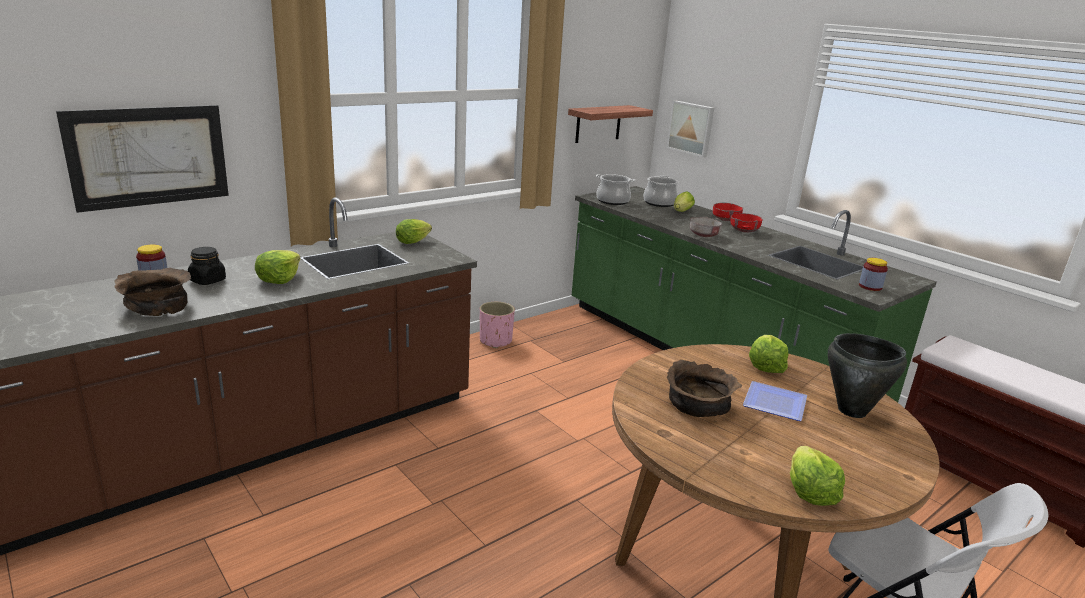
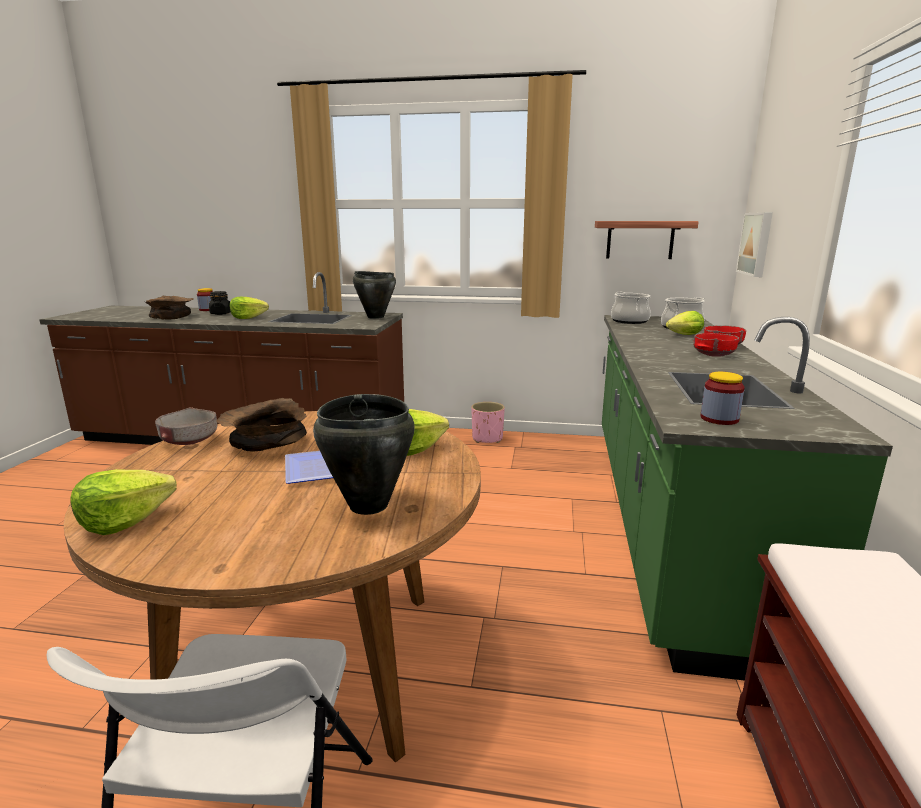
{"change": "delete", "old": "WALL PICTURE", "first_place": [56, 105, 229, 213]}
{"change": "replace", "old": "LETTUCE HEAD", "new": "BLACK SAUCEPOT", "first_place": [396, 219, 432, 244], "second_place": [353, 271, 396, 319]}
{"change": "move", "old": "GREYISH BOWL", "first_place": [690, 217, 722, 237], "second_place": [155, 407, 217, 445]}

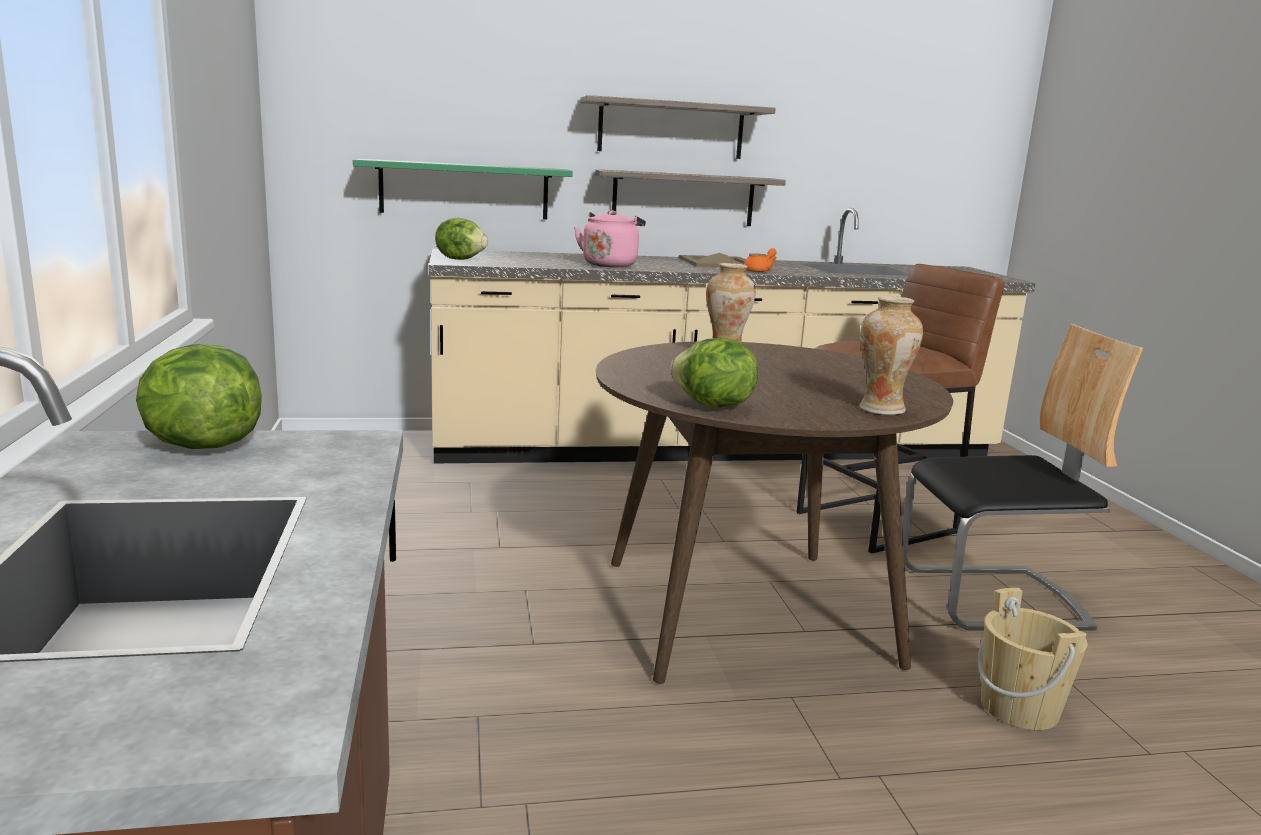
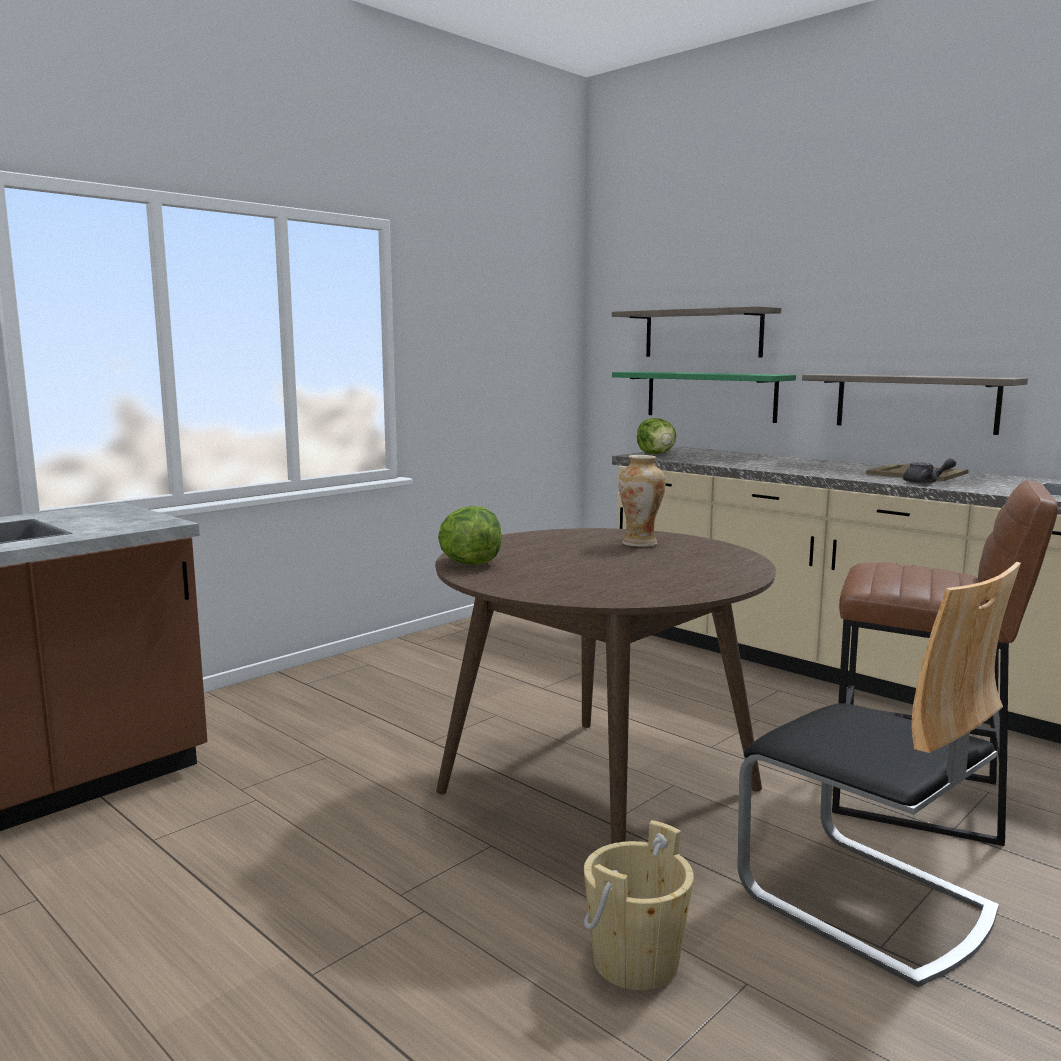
{"change": "delete", "old": "LETTUCE HEAD", "first_place": [136, 344, 262, 449]}
{"change": "delete", "old": "PINK TEA KETTLE", "first_place": [574, 210, 646, 267]}
{"change": "move", "old": "SHELF", "first_place": [580, 95, 776, 159], "second_place": [612, 306, 781, 357]}
{"change": "recolor", "old": "ORANGE-COLOURED TEA POT", "new": "GREYISH TEA POT", "first_place": [744, 248, 777, 272], "second_place": [903, 458, 956, 484]}
{"change": "delete", "old": "FLOWER VASE", "first_place": [860, 296, 923, 415]}

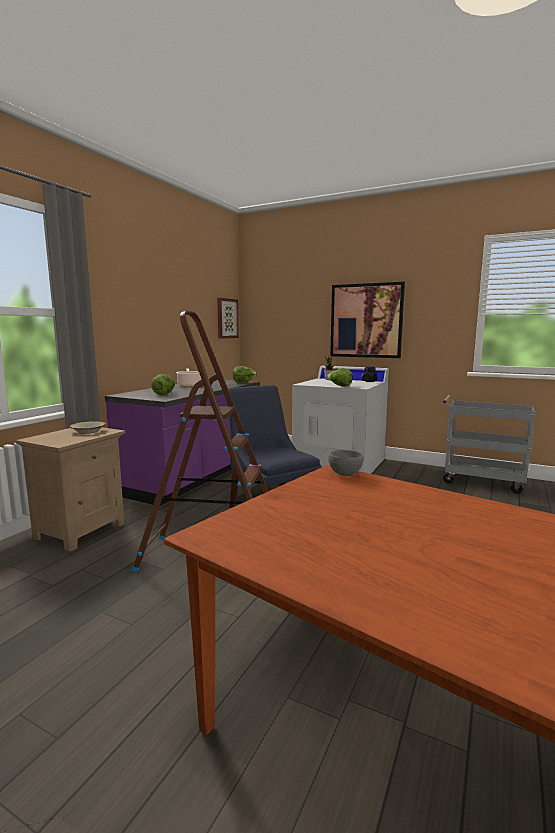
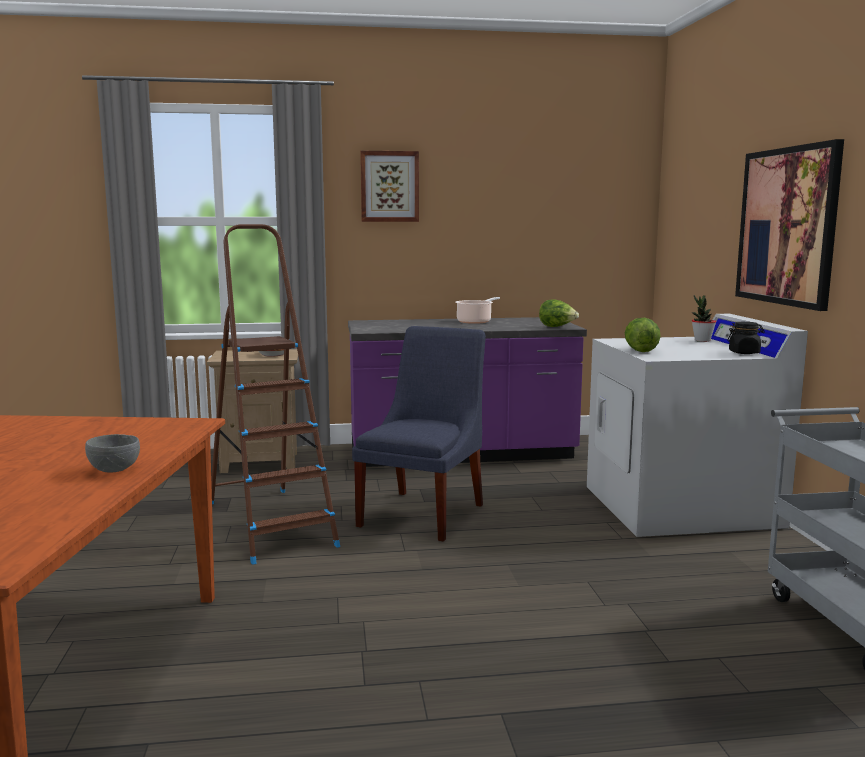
{"change": "delete", "old": "LETTUCE HEAD", "first_place": [151, 374, 175, 395]}
{"change": "move", "old": "WALL PICTURE", "first_place": [217, 298, 239, 339], "second_place": [360, 151, 419, 222]}
{"change": "move", "old": "GREYISH BOWL", "first_place": [329, 450, 364, 476], "second_place": [85, 434, 140, 473]}

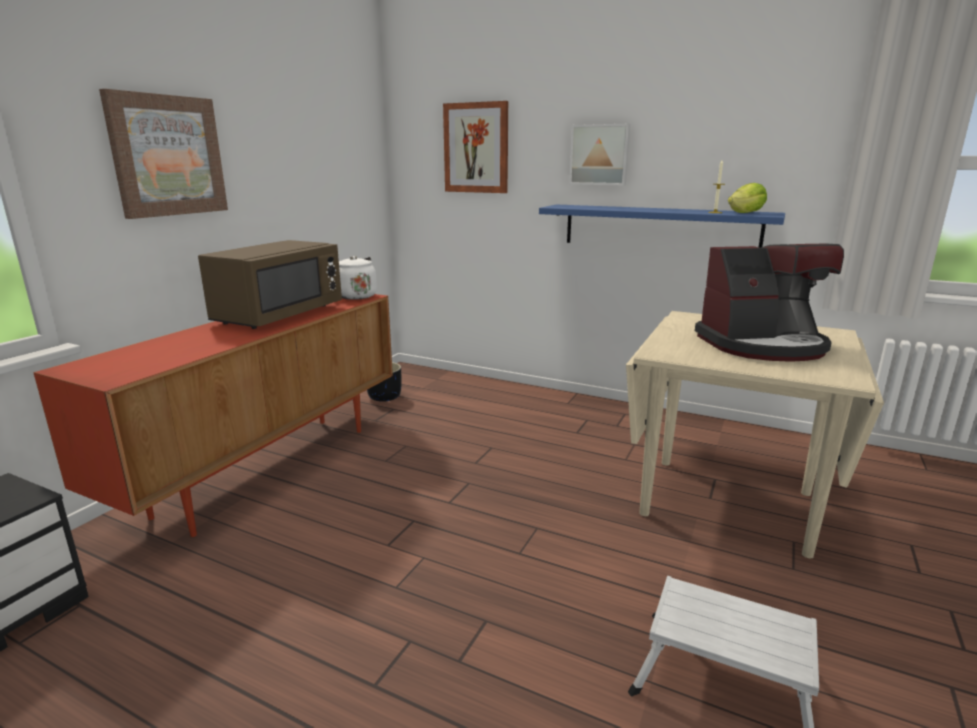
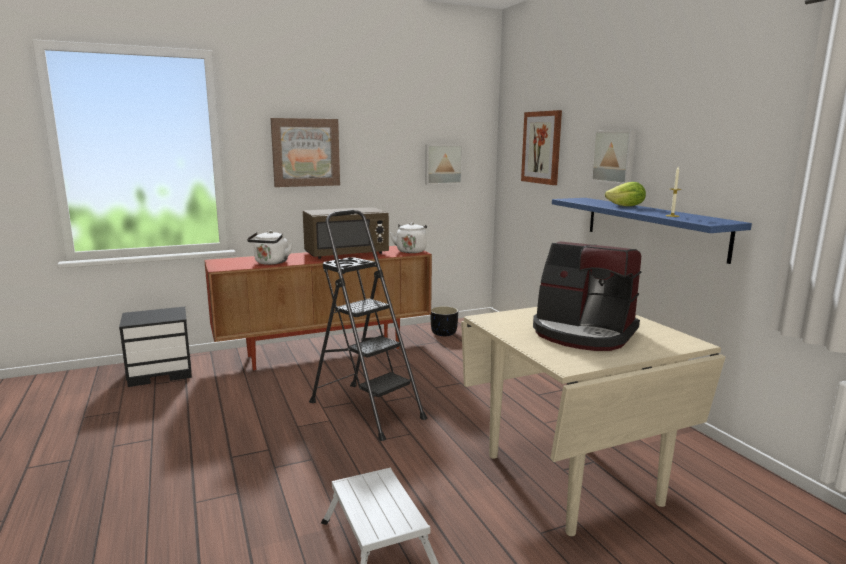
{"change": "move", "old": "LETTUCE HEAD", "first_place": [728, 183, 767, 213], "second_place": [605, 182, 646, 206]}
{"change": "insert", "new": "WHITE-COLOURED TEA KETTLE", "second_place": [247, 231, 293, 265]}
{"change": "insert", "new": "STEP STOOL", "second_place": [309, 210, 427, 441]}
{"change": "insert", "new": "WALL PICTURE", "second_place": [425, 144, 463, 185]}

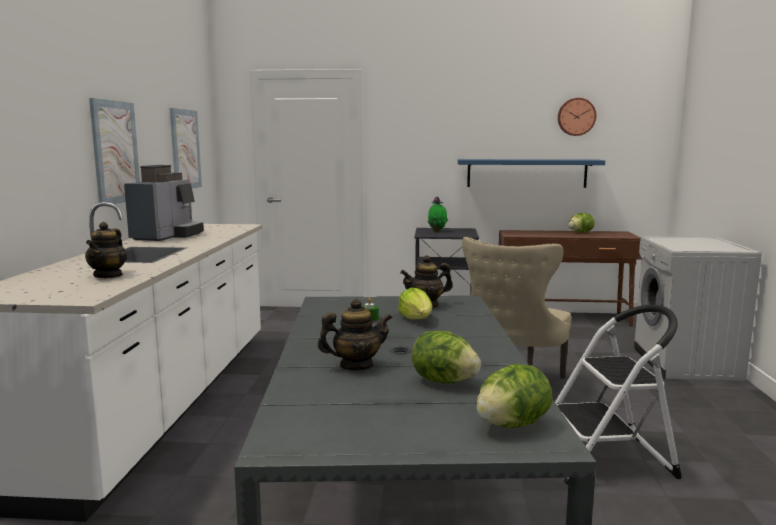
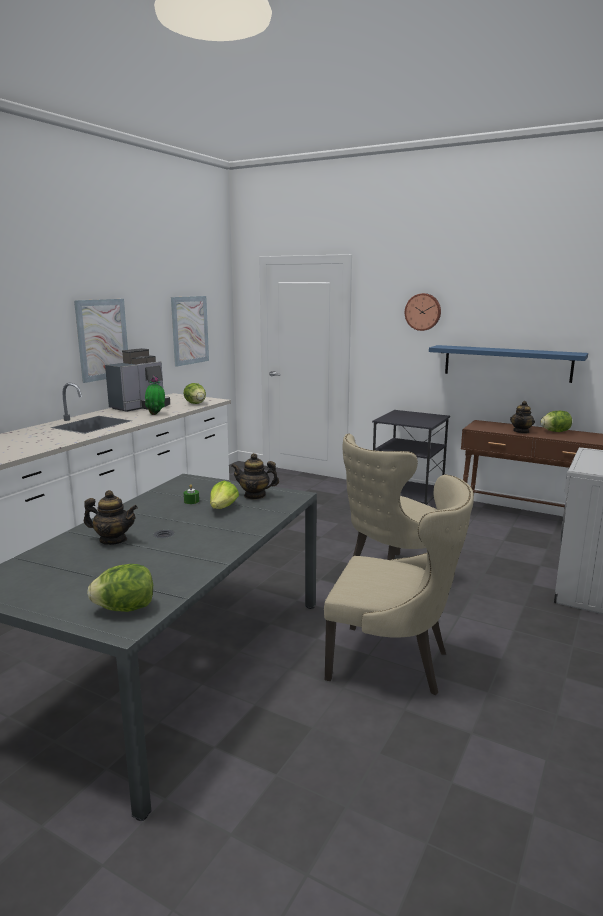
{"change": "move", "old": "TEA POT", "first_place": [85, 222, 127, 278], "second_place": [510, 401, 535, 434]}
{"change": "move", "old": "LETTUCE HEAD", "first_place": [412, 331, 481, 384], "second_place": [183, 383, 206, 404]}
{"change": "move", "old": "POTTED PLANT", "first_place": [428, 197, 448, 232], "second_place": [145, 375, 165, 415]}
{"change": "replace", "old": "STEP STOOL", "new": "BEIGE-COLOURED PLAIN CHAIR", "first_place": [555, 305, 682, 485], "second_place": [324, 474, 474, 695]}
{"change": "move", "old": "CLOCK ON THE WALL", "first_place": [558, 98, 596, 136], "second_place": [405, 293, 441, 331]}

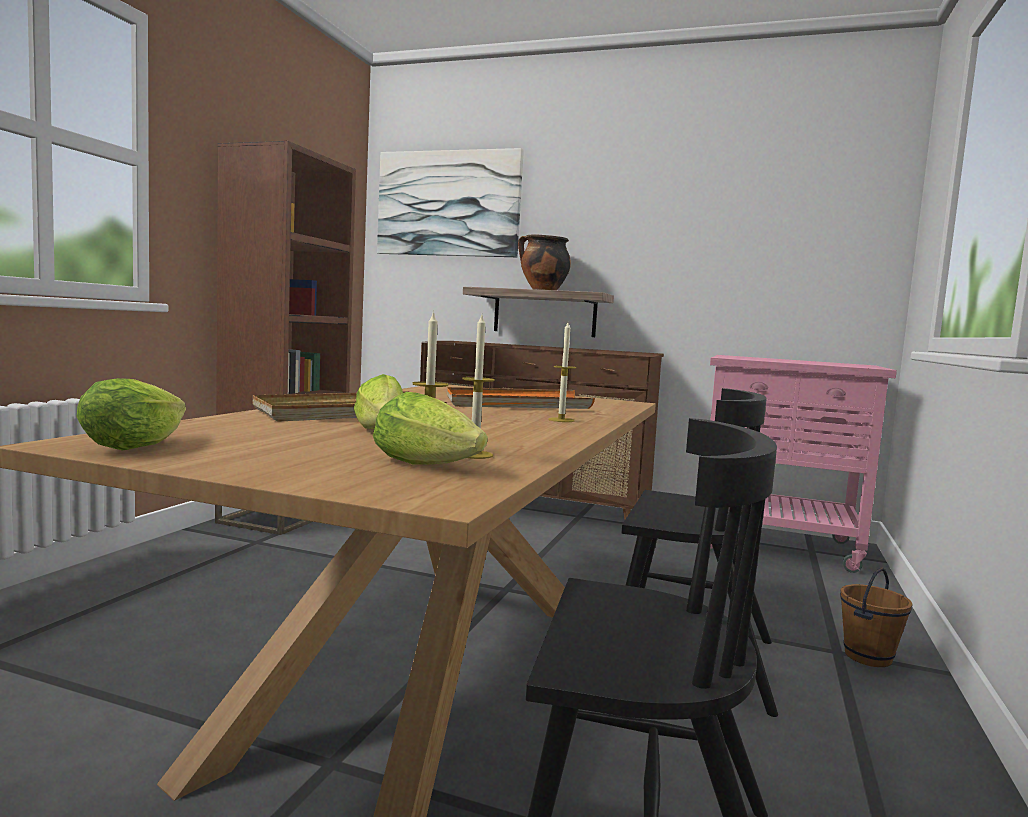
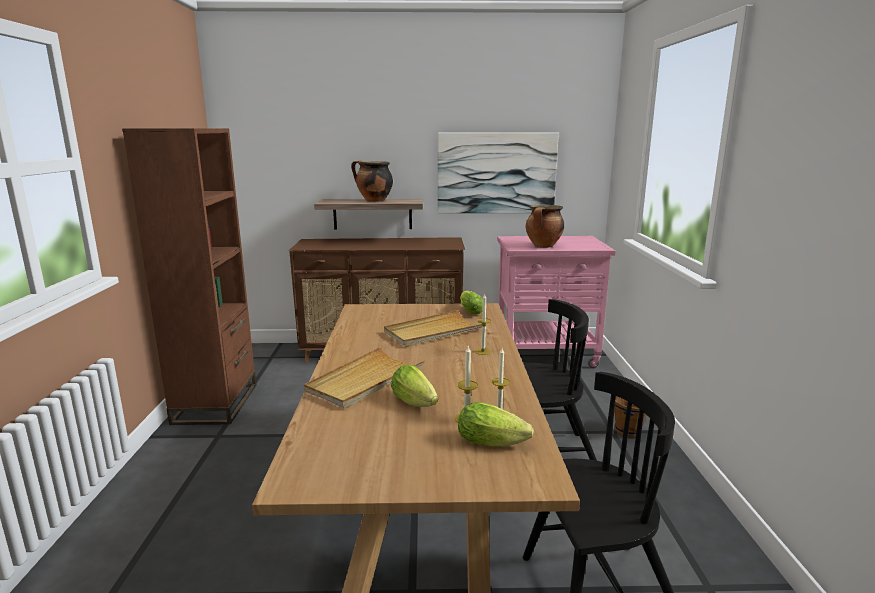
{"change": "move", "old": "LETTUCE HEAD", "first_place": [77, 378, 186, 451], "second_place": [460, 291, 483, 315]}
{"change": "move", "old": "WALL PICTURE", "first_place": [377, 148, 524, 257], "second_place": [438, 132, 559, 213]}
{"change": "recolor", "old": "ORANGE-COLOURED CARRYING TRAY", "new": "BEIGE-COLOURED CARRYING TRAY", "first_place": [447, 387, 595, 409], "second_place": [384, 310, 482, 347]}
{"change": "insert", "new": "SAUCEPOT", "second_place": [526, 205, 564, 248]}

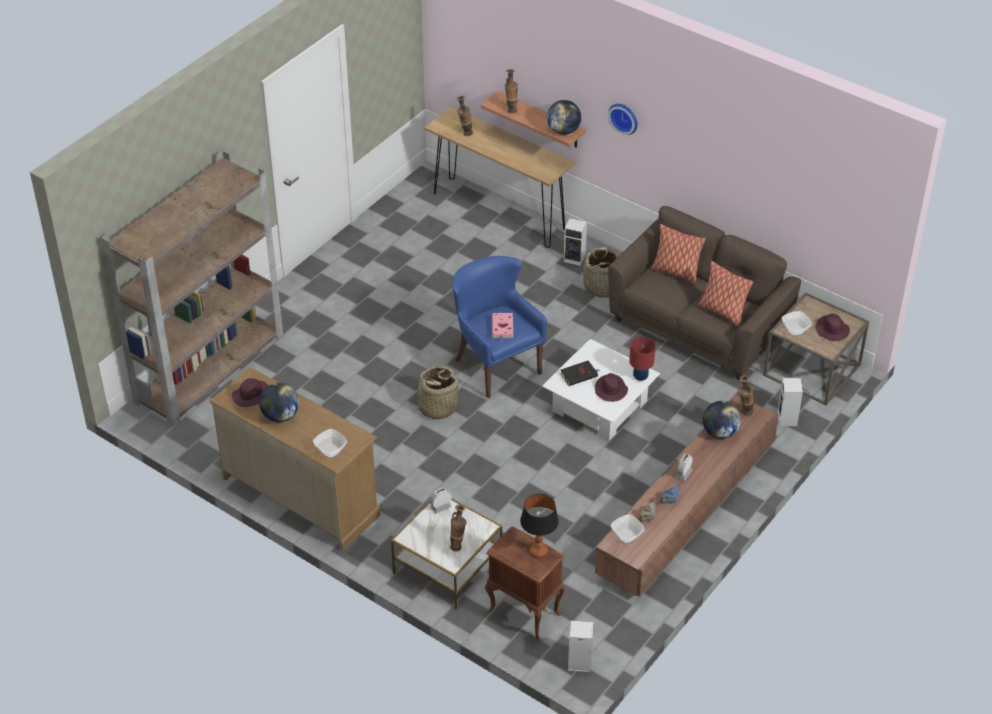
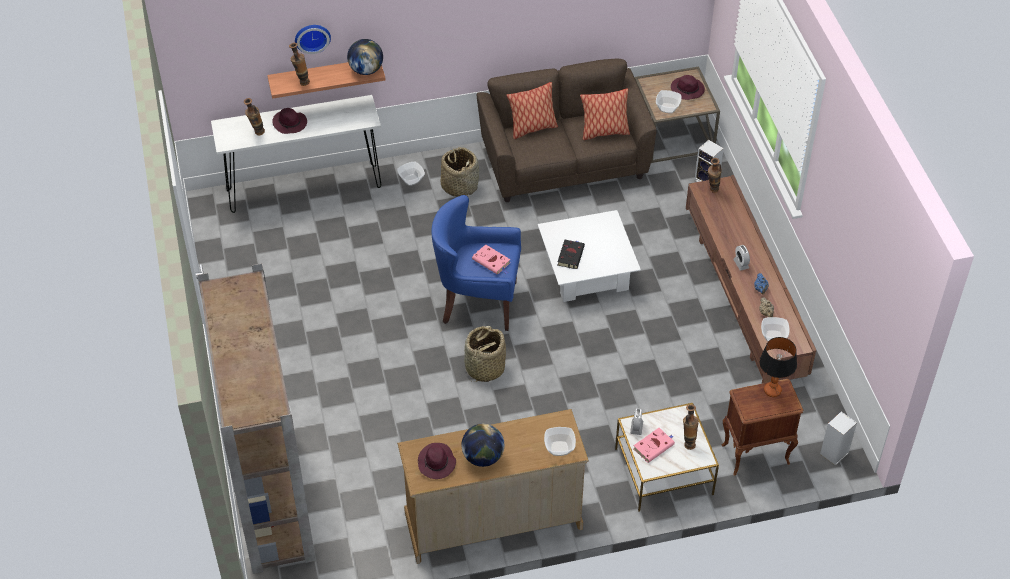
{"change": "recolor", "old": "BROWN CONSOLE TABLE", "new": "WHITE-COLOURED CONSOLE TABLE", "first_place": [424, 107, 575, 248], "second_place": [211, 95, 381, 213]}
{"change": "replace", "old": "AUDIO SPEAKER", "new": "BOWL", "first_place": [564, 218, 587, 266], "second_place": [397, 162, 425, 186]}
{"change": "move", "old": "PURPLE WEARABLE HAT", "first_place": [595, 373, 628, 402], "second_place": [272, 108, 307, 134]}
{"change": "move", "old": "CLOCK ON THE WALL", "first_place": [608, 104, 638, 135], "second_place": [295, 25, 331, 54]}
{"change": "delete", "old": "RED TABLETOP LAMP", "first_place": [629, 337, 656, 381]}
{"change": "delete", "old": "GLOBE", "first_place": [703, 401, 741, 439]}
{"change": "insert", "new": "PINK BOOK", "second_place": [633, 428, 675, 463]}

